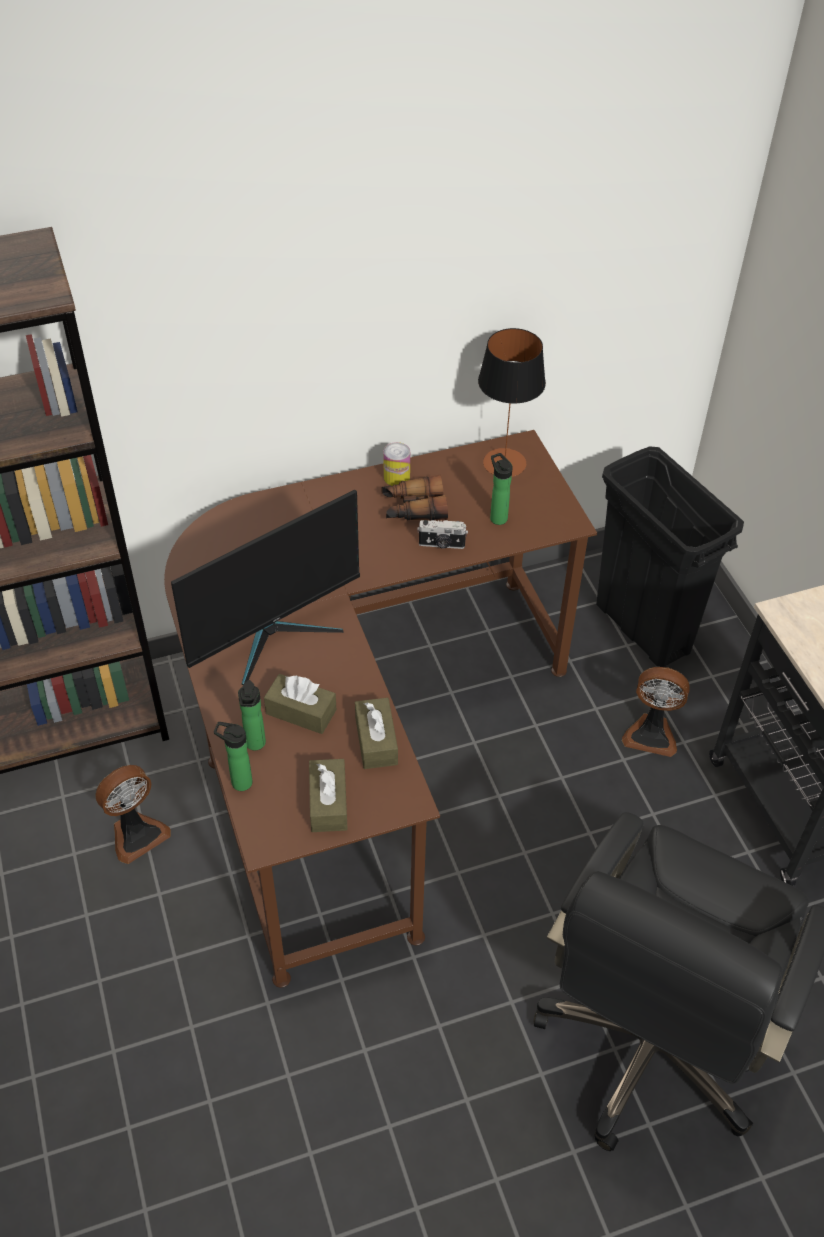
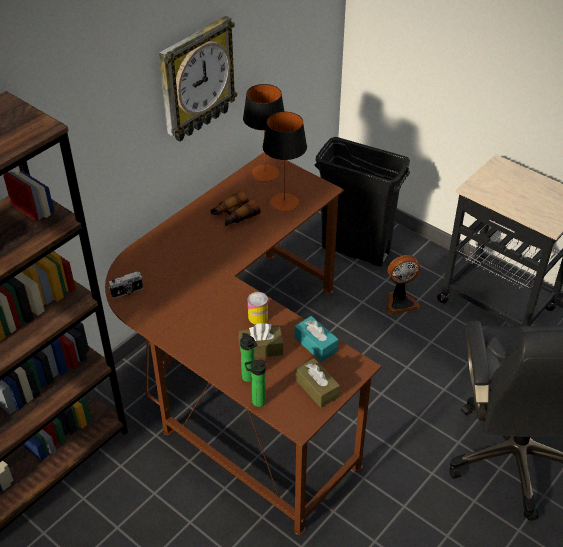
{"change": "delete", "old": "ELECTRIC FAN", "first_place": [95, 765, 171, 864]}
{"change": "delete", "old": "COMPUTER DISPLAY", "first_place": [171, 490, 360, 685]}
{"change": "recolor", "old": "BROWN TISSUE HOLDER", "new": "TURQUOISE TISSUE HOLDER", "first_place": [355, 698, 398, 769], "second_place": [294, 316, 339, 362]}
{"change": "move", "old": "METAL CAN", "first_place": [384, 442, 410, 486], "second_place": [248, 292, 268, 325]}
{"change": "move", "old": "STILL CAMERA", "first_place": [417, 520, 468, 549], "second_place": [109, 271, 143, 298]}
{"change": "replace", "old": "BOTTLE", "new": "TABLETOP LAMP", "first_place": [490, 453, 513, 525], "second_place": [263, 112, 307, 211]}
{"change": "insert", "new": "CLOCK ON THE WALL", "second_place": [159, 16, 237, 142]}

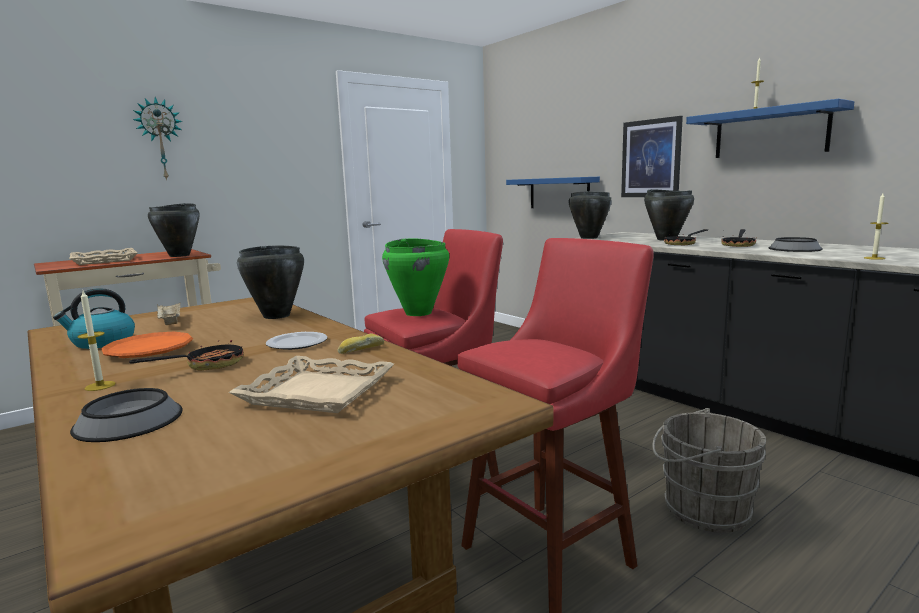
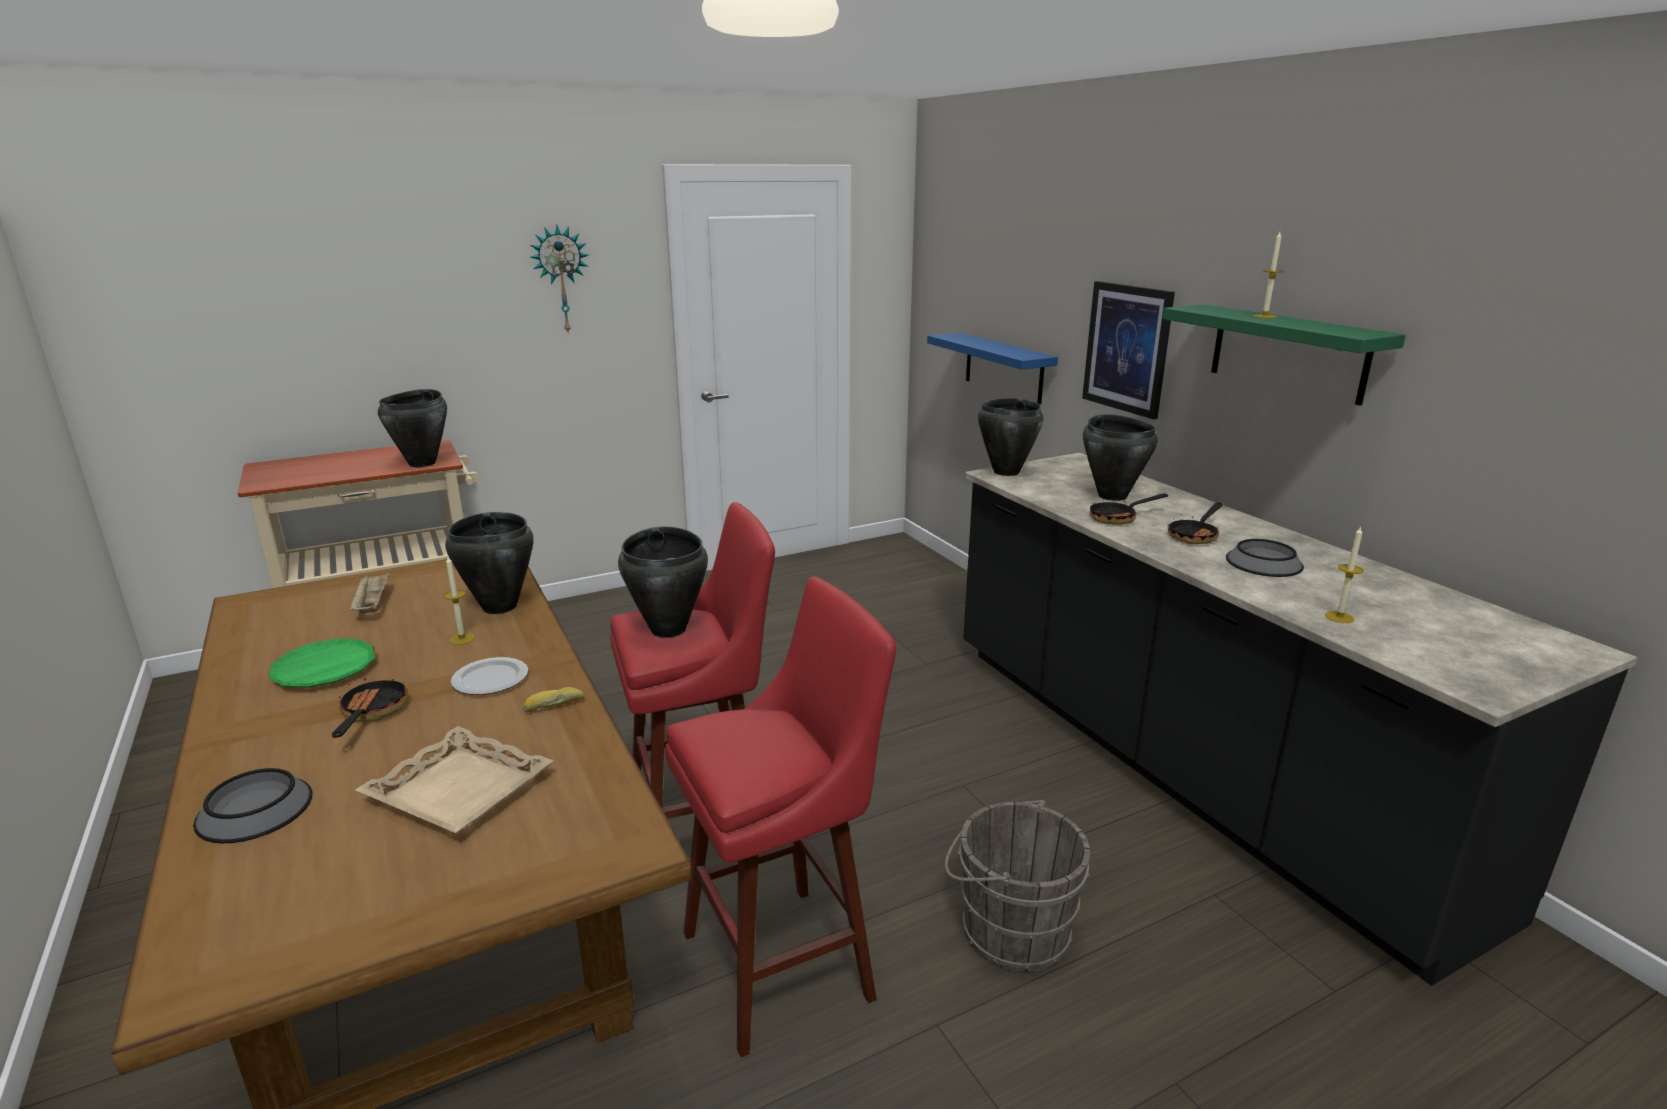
{"change": "delete", "old": "TEA KETTLE", "first_place": [53, 288, 135, 349]}
{"change": "delete", "old": "BEIGE-COLOURED CARRYING TRAY", "first_place": [69, 248, 138, 265]}
{"change": "move", "old": "WAX CANDLE", "first_place": [77, 291, 116, 391], "second_place": [443, 557, 475, 645]}
{"change": "recolor", "old": "ORANGE-COLOURED DINNER PLATE", "new": "GREEN DINNER PLATE", "first_place": [102, 332, 193, 358], "second_place": [269, 638, 375, 688]}
{"change": "rotate", "old": "FRYING PAN", "first_place": [129, 333, 243, 371], "second_place": [332, 678, 408, 738], "degrees": -60}
{"change": "move", "old": "CLOCK ON THE WALL", "first_place": [133, 97, 183, 181], "second_place": [530, 225, 589, 335]}
{"change": "recolor", "old": "GREEN SAUCEPOT", "new": "BLACK SAUCEPOT", "first_place": [382, 239, 449, 316], "second_place": [618, 526, 708, 638]}
{"change": "recolor", "old": "BLUE SHELF", "new": "GREEN SHELF", "first_place": [686, 99, 855, 158], "second_place": [1163, 304, 1406, 406]}

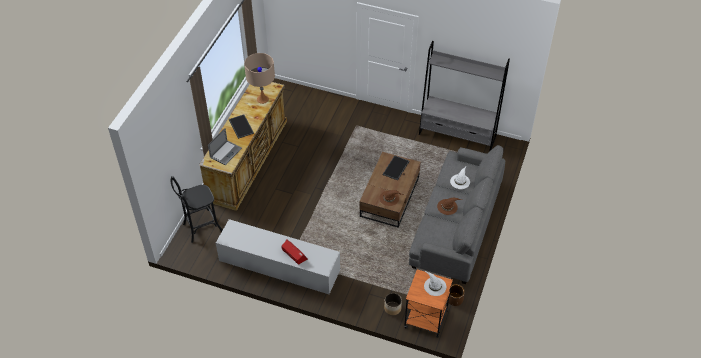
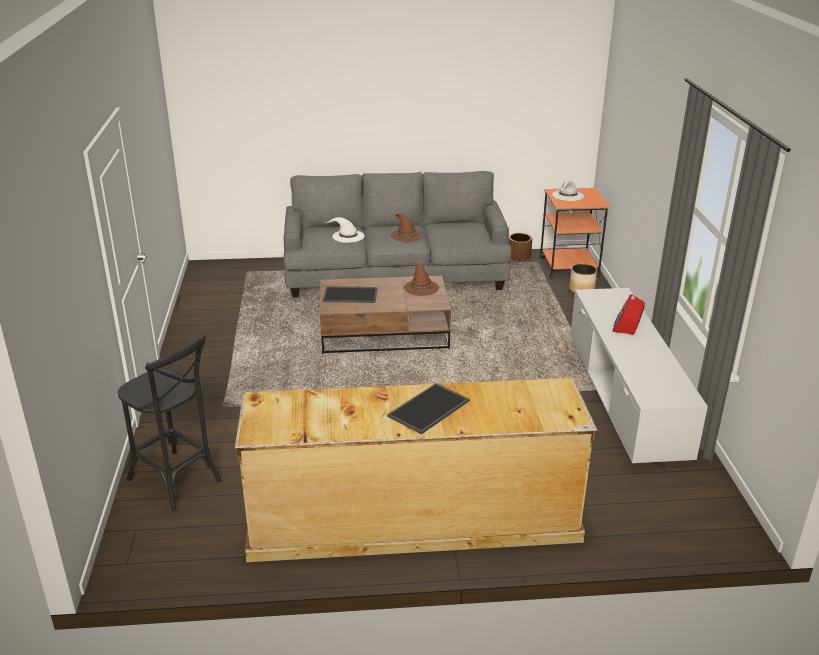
{"change": "move", "old": "BLACK STOOL", "first_place": [171, 176, 223, 243], "second_place": [118, 336, 222, 512]}
{"change": "delete", "old": "NOTEBOOK COMPUTER", "first_place": [208, 128, 242, 165]}
{"change": "delete", "old": "BEIGE-COLOURED TABLETOP LAMP", "first_place": [244, 53, 275, 104]}
{"change": "delete", "old": "GREYISH SHELVING UNIT", "first_place": [419, 41, 510, 151]}

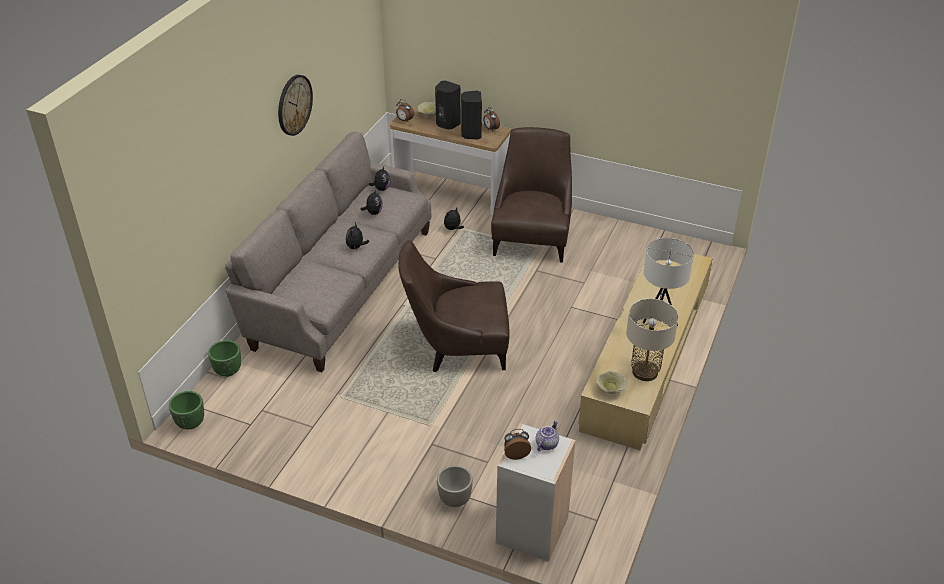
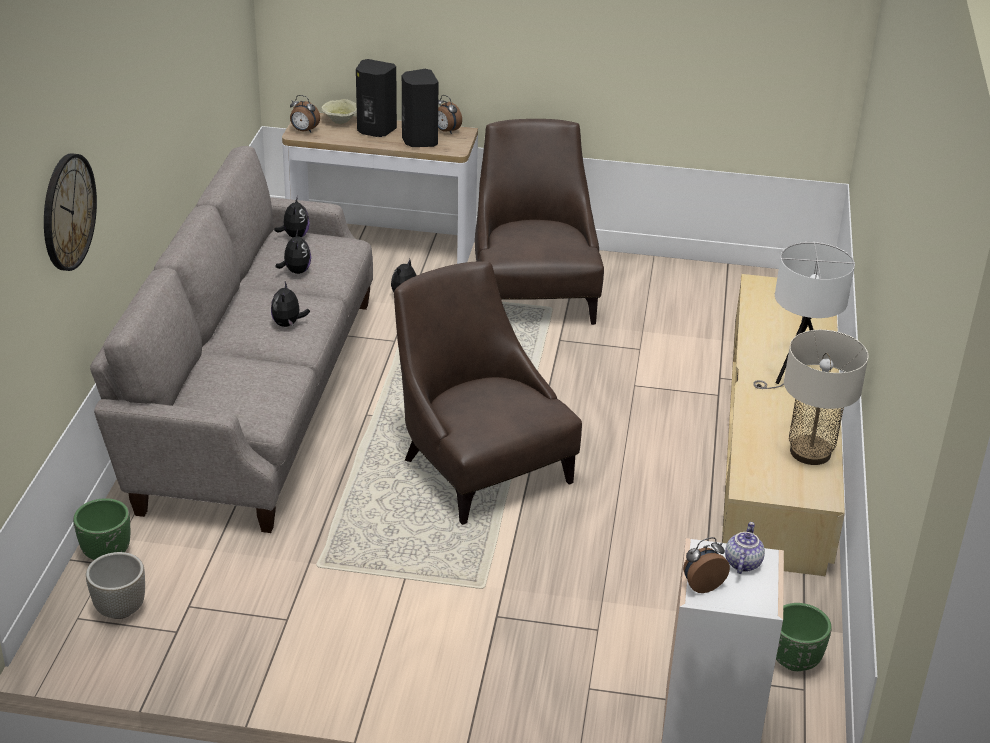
{"change": "move", "old": "GREEN PLANTER", "first_place": [169, 391, 204, 429], "second_place": [776, 603, 831, 671]}
{"change": "move", "old": "CLOCK ON THE WALL", "first_place": [278, 75, 313, 136], "second_place": [44, 153, 97, 271]}
{"change": "rotate", "old": "BROWN EASY CHAIR", "first_place": [398, 240, 510, 372], "second_place": [394, 261, 582, 525], "degrees": 75}
{"change": "move", "old": "GREYISH PLANTER", "first_place": [437, 465, 473, 507], "second_place": [86, 552, 145, 619]}
{"change": "delete", "old": "BEIGE-COLOURED BOWL", "first_place": [597, 371, 627, 394]}

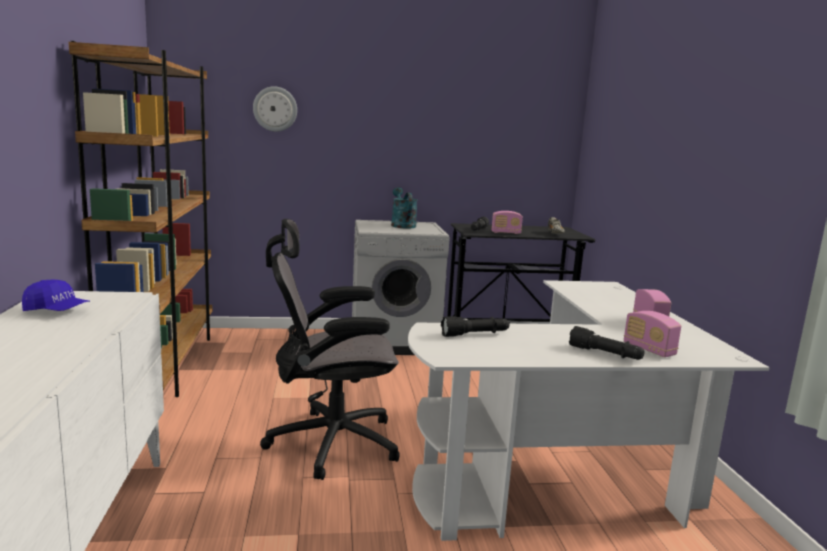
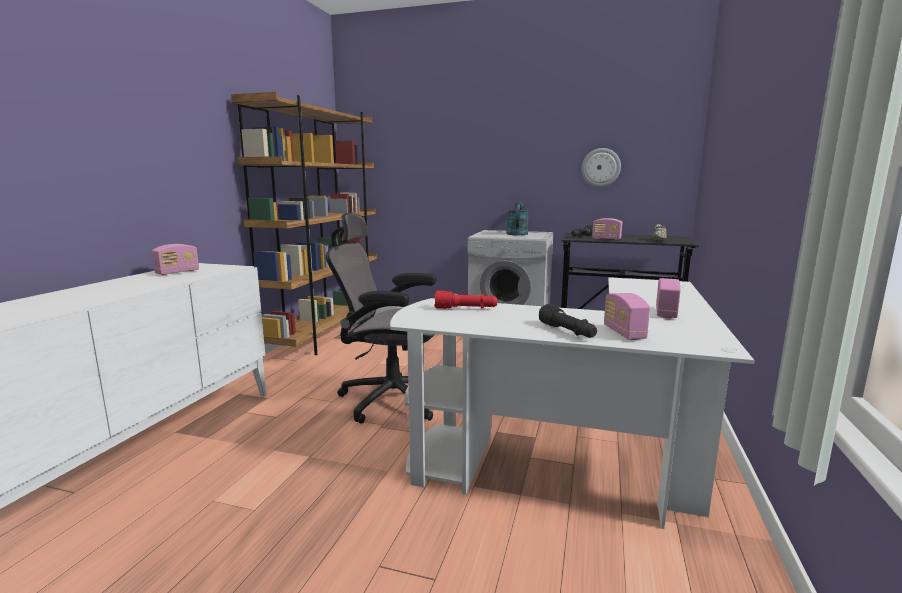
{"change": "replace", "old": "BLUE CAP", "new": "RADIO RECEIVER", "first_place": [22, 280, 90, 311], "second_place": [152, 244, 199, 275]}
{"change": "move", "old": "CLOCK ON THE WALL", "first_place": [253, 86, 297, 132], "second_place": [582, 148, 621, 187]}
{"change": "recolor", "old": "BLACK FLASHLIGHT", "new": "RED FLASHLIGHT", "first_place": [441, 316, 509, 337], "second_place": [434, 291, 497, 309]}

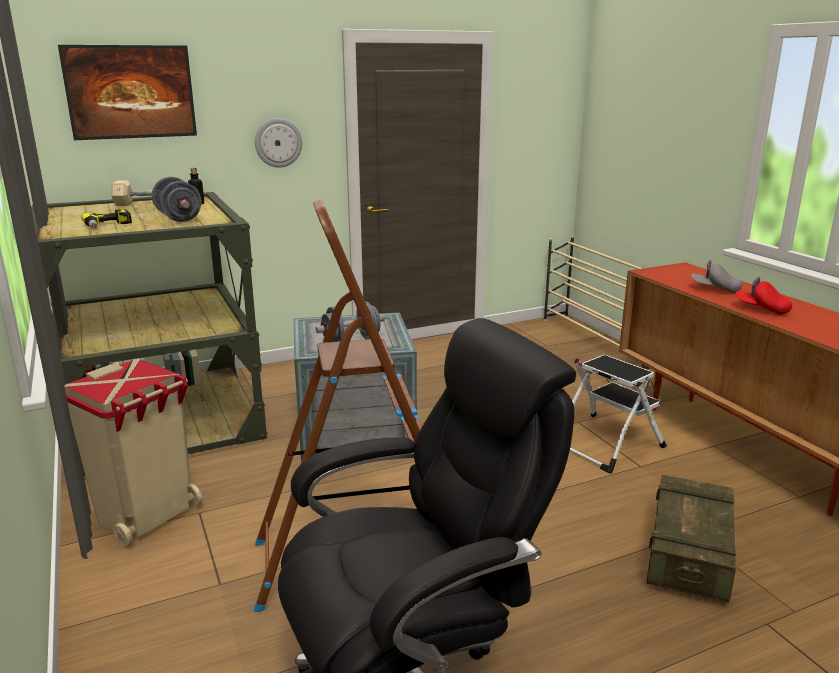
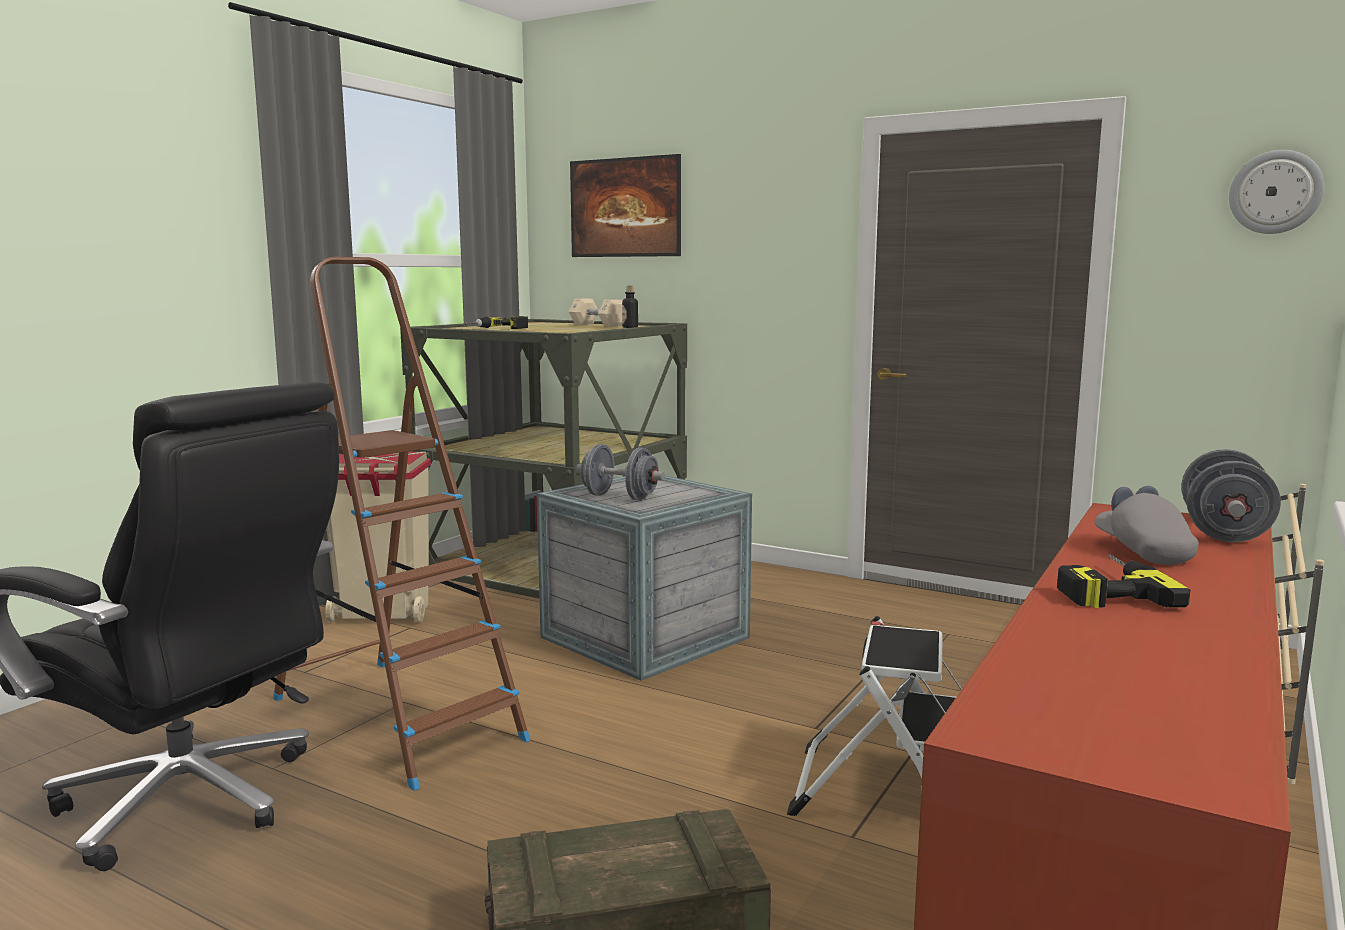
{"change": "move", "old": "GREYISH DUMBBELL", "first_place": [152, 177, 202, 222], "second_place": [1181, 449, 1281, 542]}
{"change": "move", "old": "CLOCK ON THE WALL", "first_place": [255, 118, 302, 168], "second_place": [1229, 150, 1324, 234]}
{"change": "replace", "old": "RED CAP", "new": "ELECTRIC DRILL", "first_place": [736, 277, 792, 315], "second_place": [1057, 553, 1191, 608]}

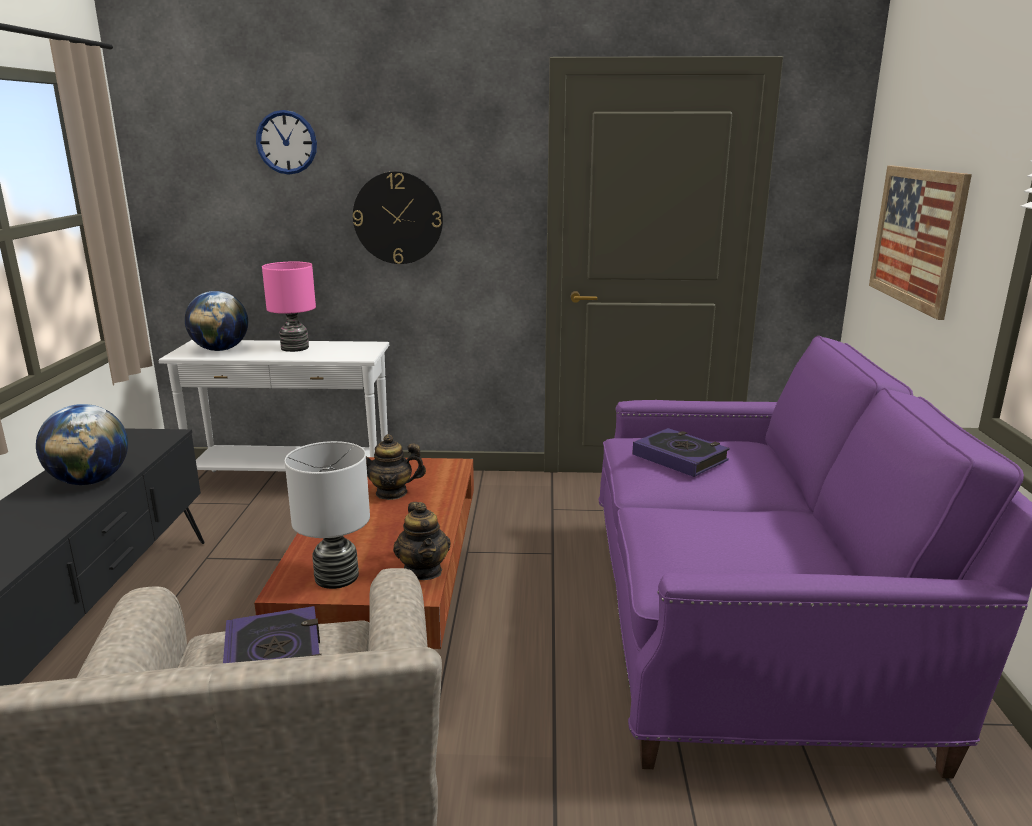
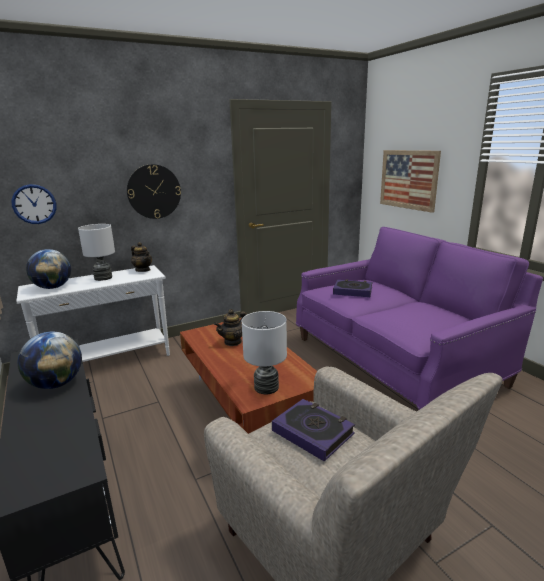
{"change": "move", "old": "CLOCK ON THE WALL", "first_place": [256, 110, 317, 175], "second_place": [11, 184, 57, 224]}
{"change": "recolor", "old": "PINK TABLETOP LAMP", "new": "GREYISH TABLETOP LAMP", "first_place": [262, 261, 316, 352], "second_place": [78, 224, 115, 281]}
{"change": "move", "old": "TEA POT", "first_place": [393, 502, 451, 580], "second_place": [131, 242, 152, 272]}

